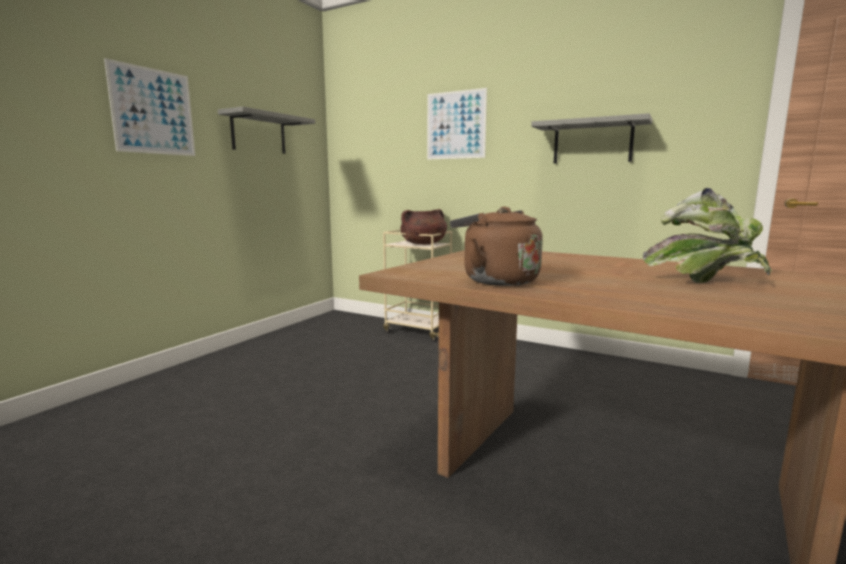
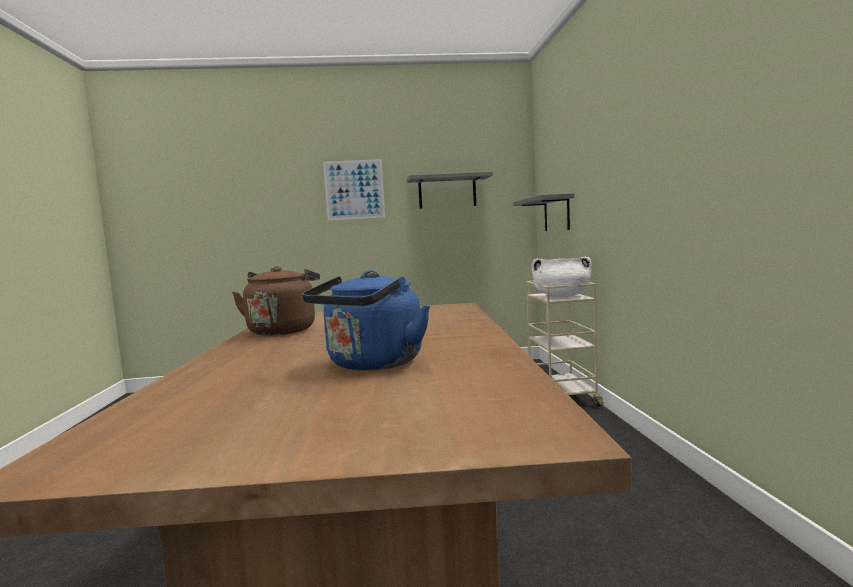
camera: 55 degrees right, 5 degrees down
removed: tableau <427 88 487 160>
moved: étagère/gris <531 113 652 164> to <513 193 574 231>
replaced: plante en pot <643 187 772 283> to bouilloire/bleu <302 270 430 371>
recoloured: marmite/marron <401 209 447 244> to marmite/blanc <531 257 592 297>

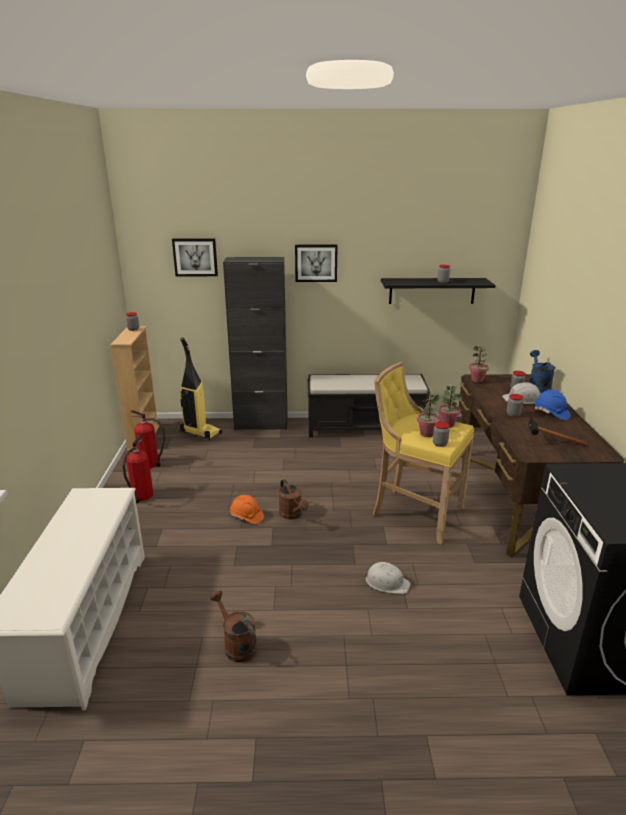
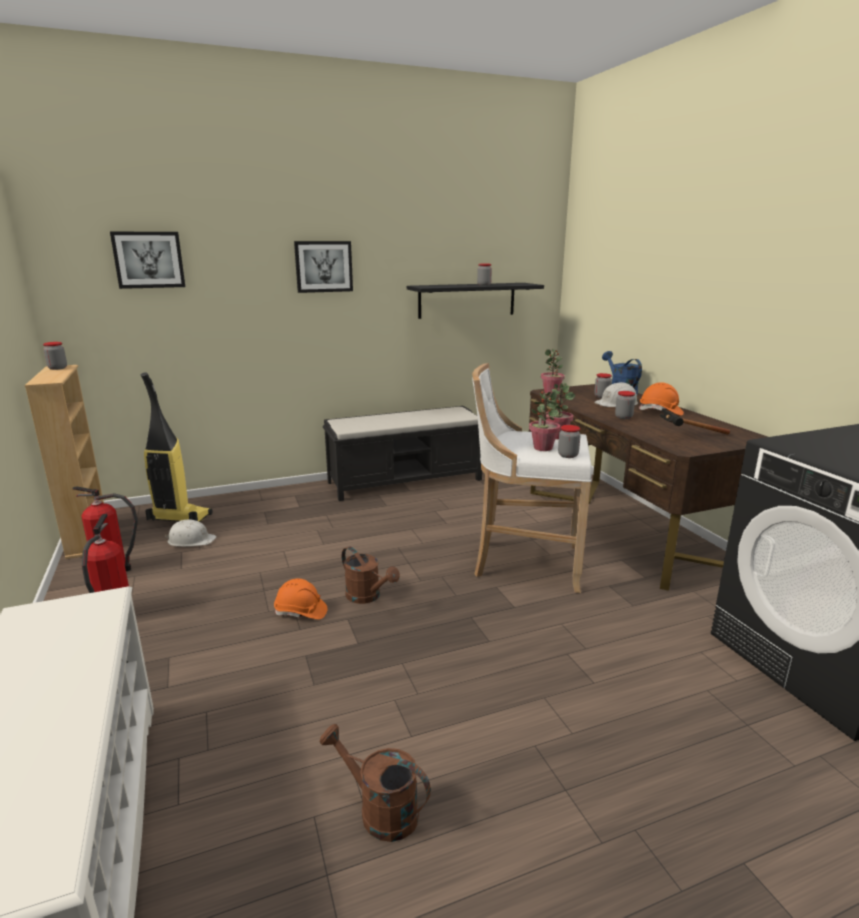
camera: 20 degrees left, 5 degrees down
removed: meuble de rangement/noir <223 257 288 430>
moved: casque de chantier/blanc <363 562 411 594> to <165 519 217 547>
recoloured: tabouret/jaune <373 362 474 545> to tabouret/blanc <472 363 592 593>; casque de chantier/bleu <535 390 571 420> to casque de chantier/orange <639 382 684 416>

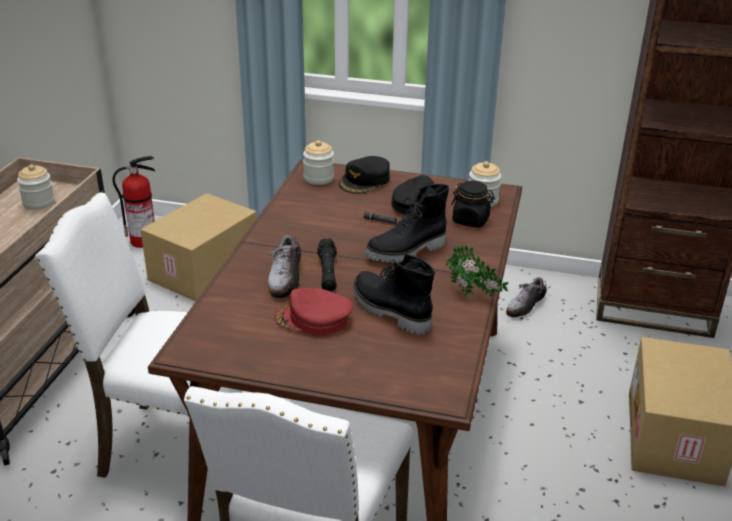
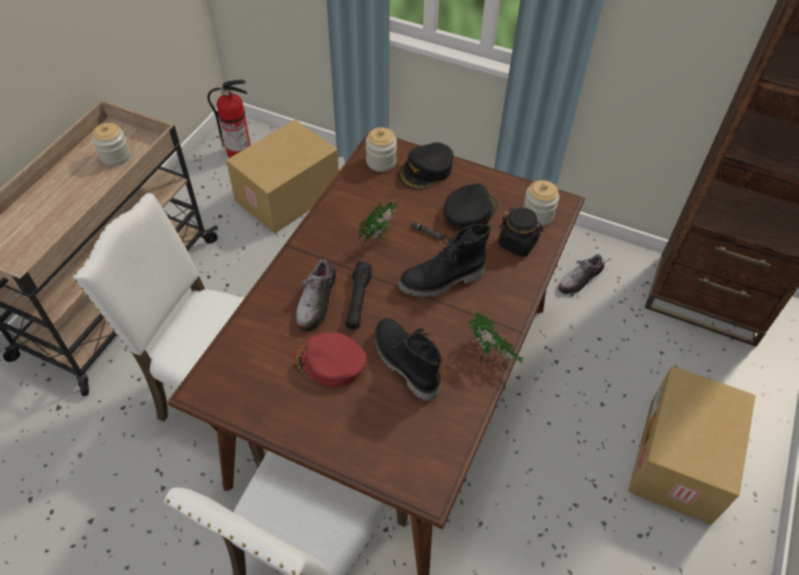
camera: 10 degrees right, 20 degrees up
added: plante en pot <358 201 398 244>

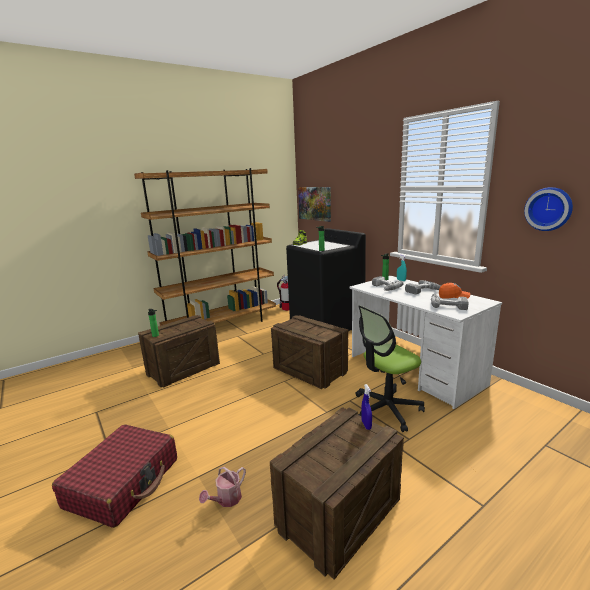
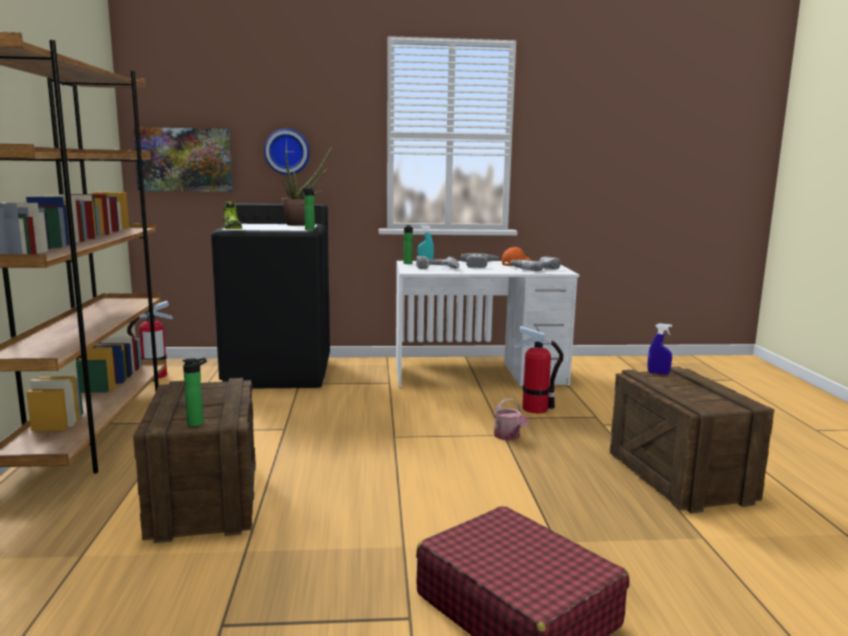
camera: 60 degrees left, 5 degrees down
removed: caisse <271 315 348 389>
added: plante en pot <282 146 333 226>
moved: horloge murale <524 187 573 231> to <264 129 310 175>; arrosoir <199 467 246 507> to <494 398 529 441>
replaced: chaise de bureau <355 305 425 432> to extincteur <515 323 563 414>

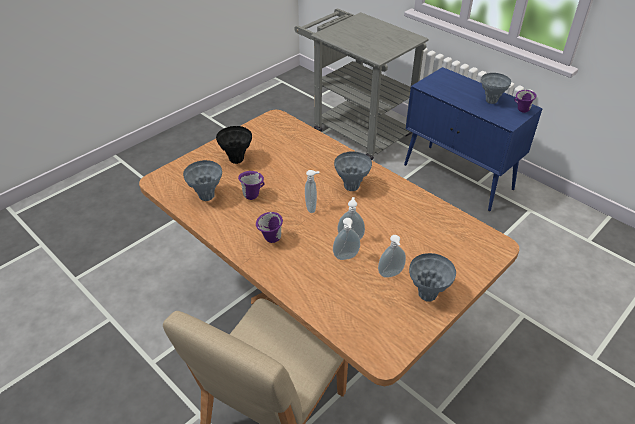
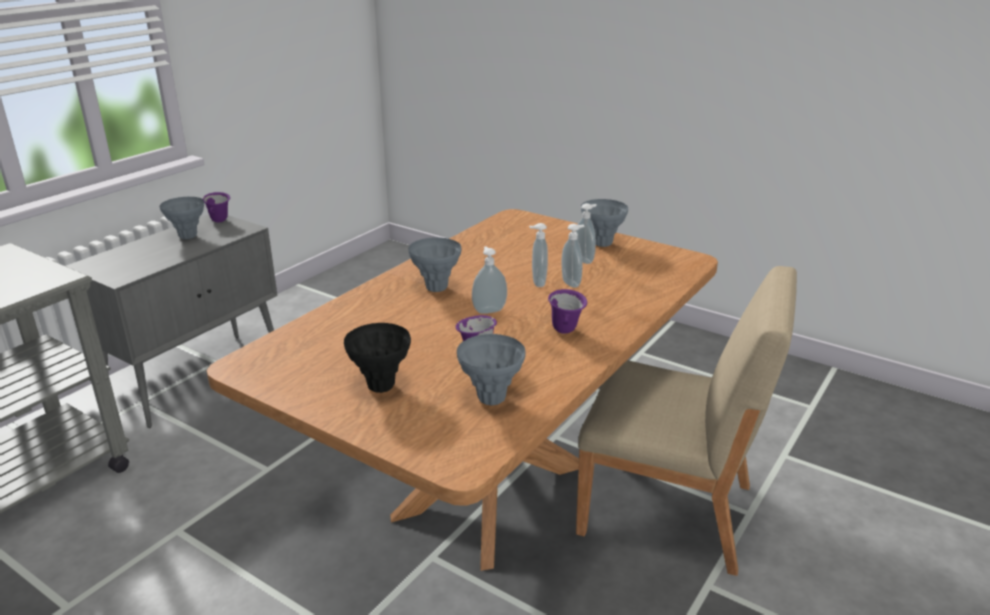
camera: 100 degrees left, 15 degrees down
recoloured: meuble de rangement/bleu <404 67 543 211> to meuble de rangement/gris <66 214 278 428>

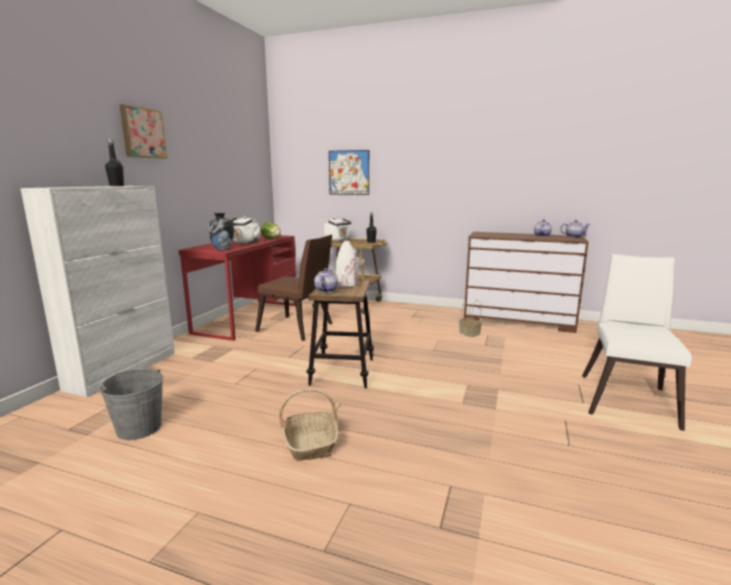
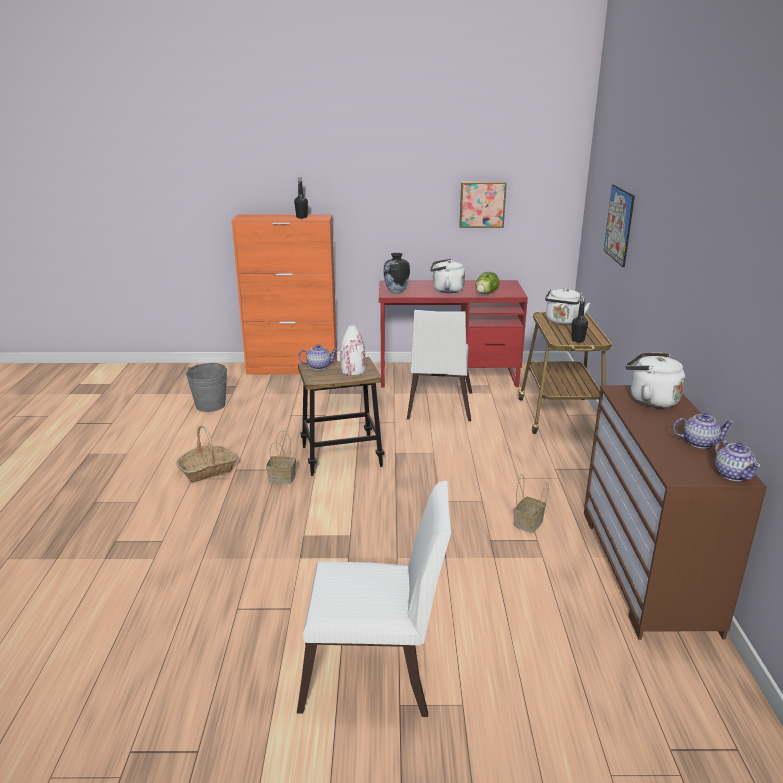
camera: 70 degrees right, 10 degrees up
added: panier <266 430 296 484>; bouilloire/blanc <626 352 685 408>
moved: tableau <120 104 168 159> to <459 182 507 228>
recoloured: meuble de rangement/blanc <20 186 175 397> to meuble de rangement/orange <232 215 337 374>; chaise/marron <255 235 333 341> to chaise/blanc <407 310 472 421>

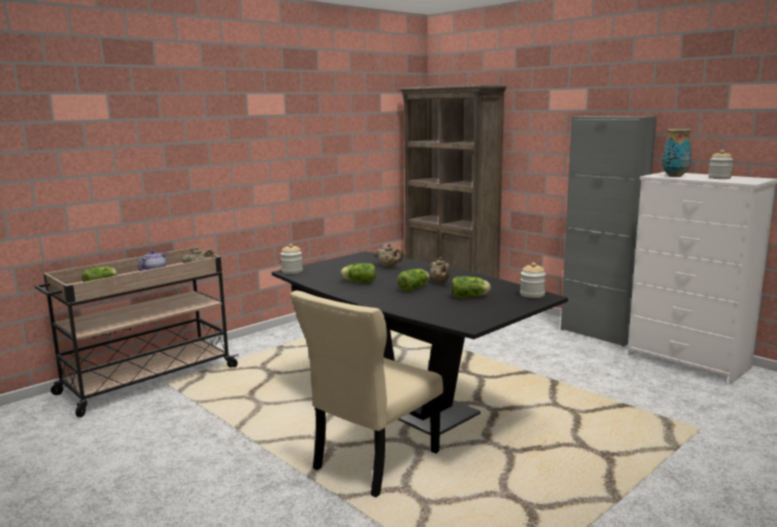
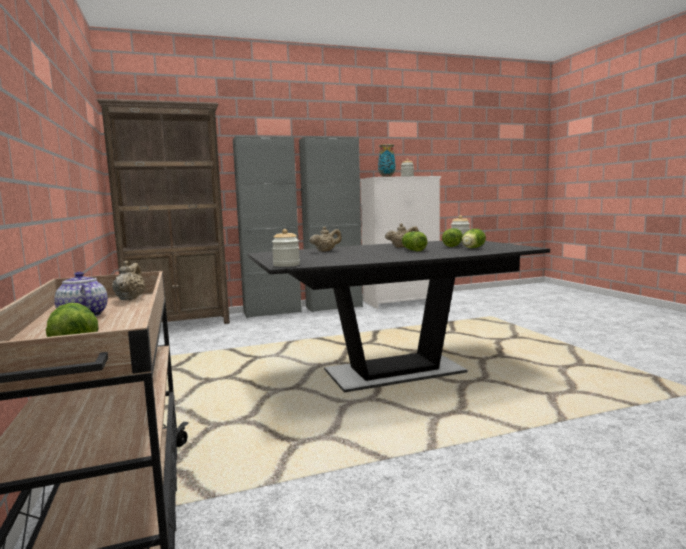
camera: 65 degrees left, 5 degrees down
removed: chaise/beige <290 291 443 497>
added: meuble de rangement/gris <233 136 302 318>
moved: laitue <341 263 376 283> to <462 229 486 248>

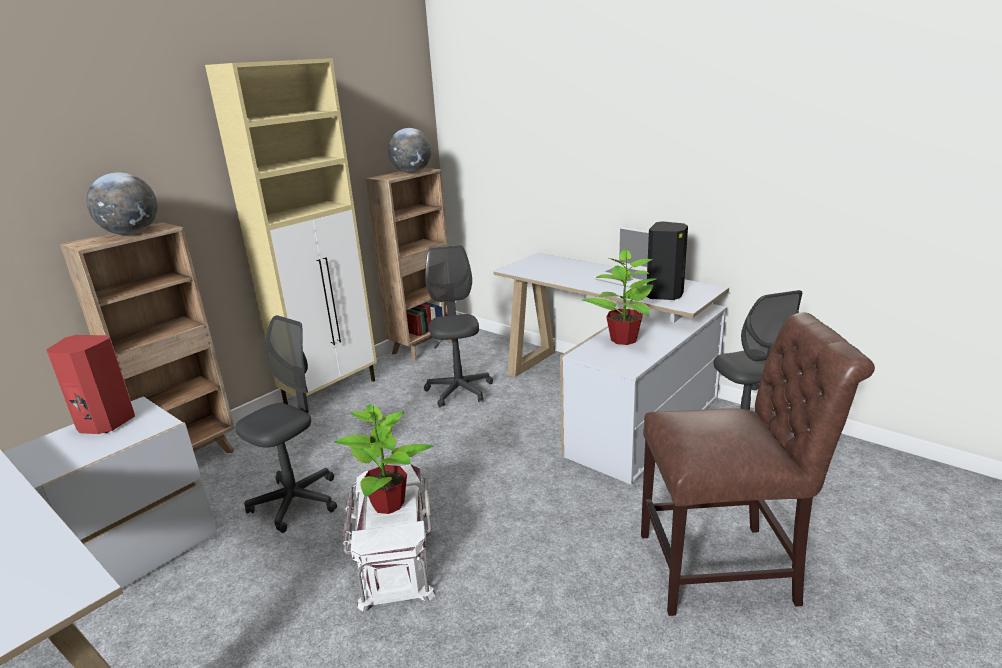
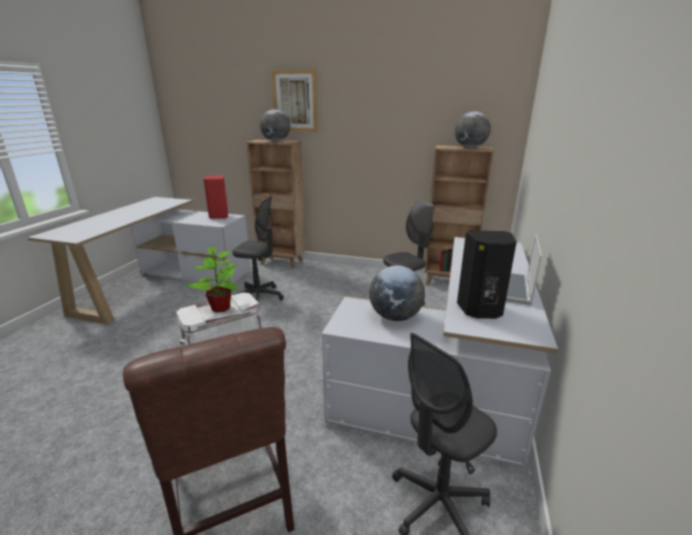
camera: 65 degrees right, 0 degrees up
removed: meuble de rangement/beige <205 58 377 405>
added: tableau <272 70 318 132>
replaced: plante en pot <583 249 656 345> to globe <369 266 425 321>

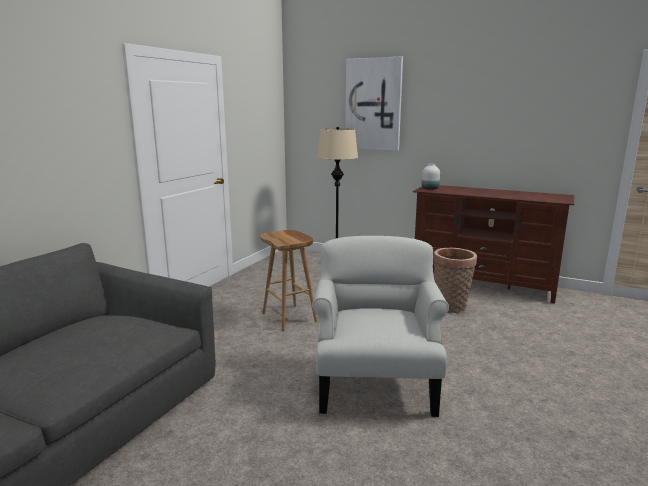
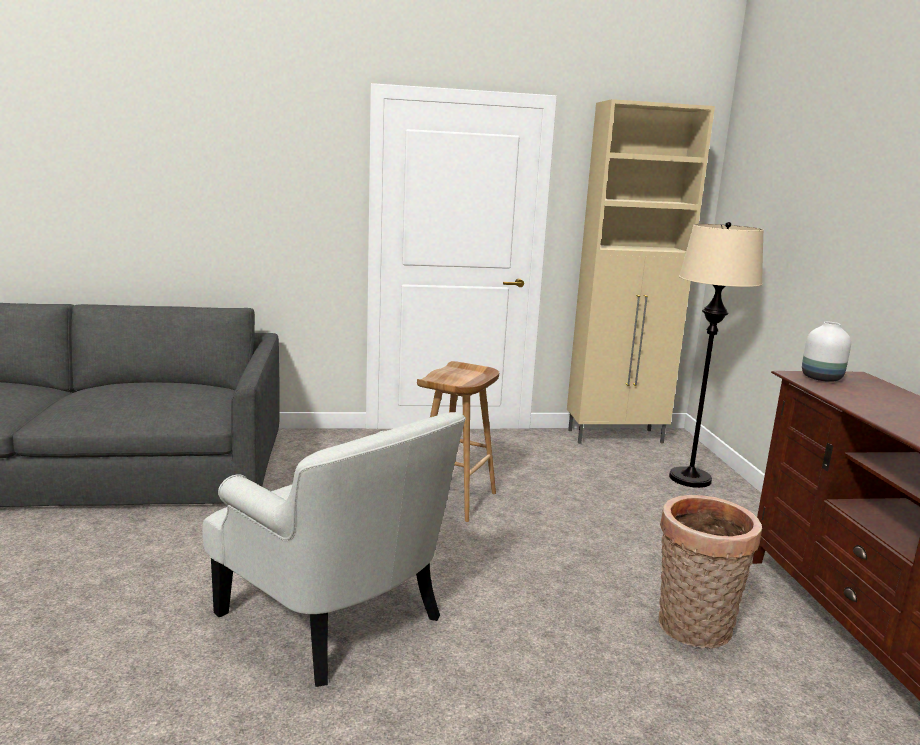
camera: 55 degrees right, 0 degrees up
removed: tableau <345 57 403 151>
added: meuble de rangement/beige <567 99 715 444>
turned: fauteuil/blanc <312 236 449 417> = <202 412 466 687> 75 degrees clockwise

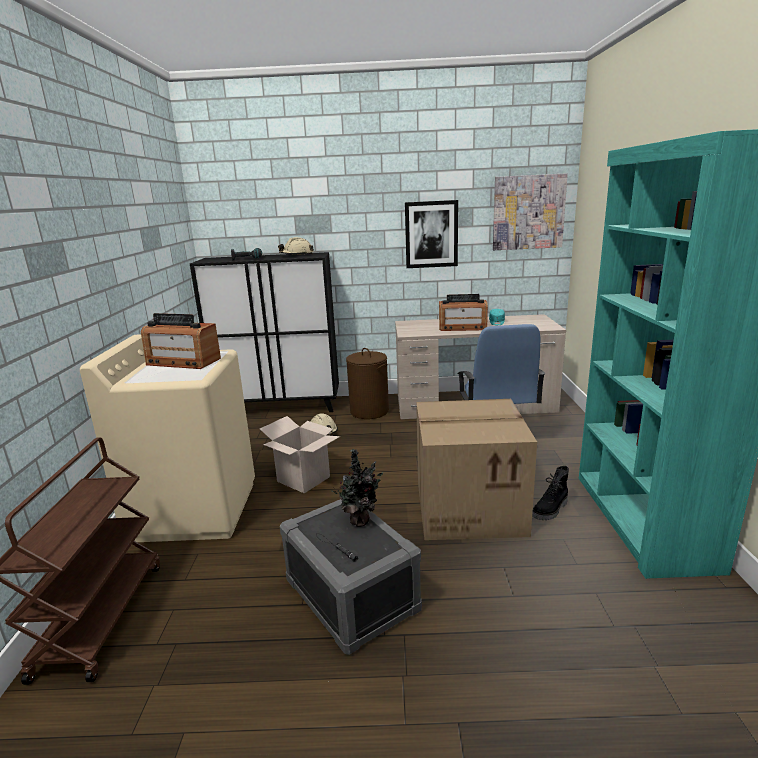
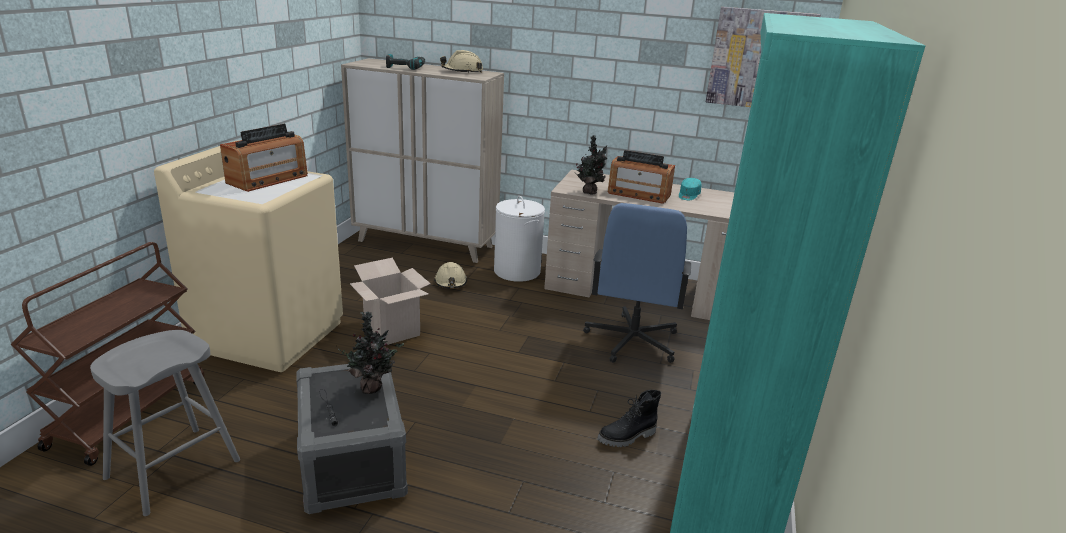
camera: 15 degrees right, 5 degrees up
removed: tableau <405 200 458 268>; carton <416 399 537 540>
added: tabouret/gris <90 330 240 516>; plante en pot <576 136 608 195>
recoloured: meuble de rangement/noir <190 252 339 412> to meuble de rangement/beige <341 58 504 263>; panier à linge/marron <346 348 389 419> to panier à linge/blanc <494 196 545 282>
turned: radio <141 313 221 369> = <220 124 308 192> 90 degrees counterclockwise

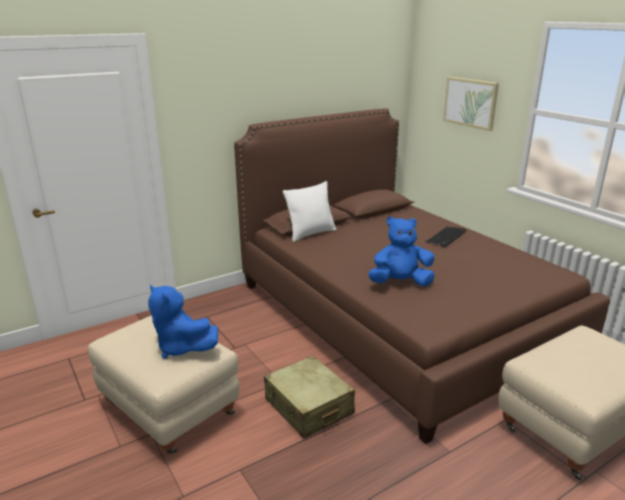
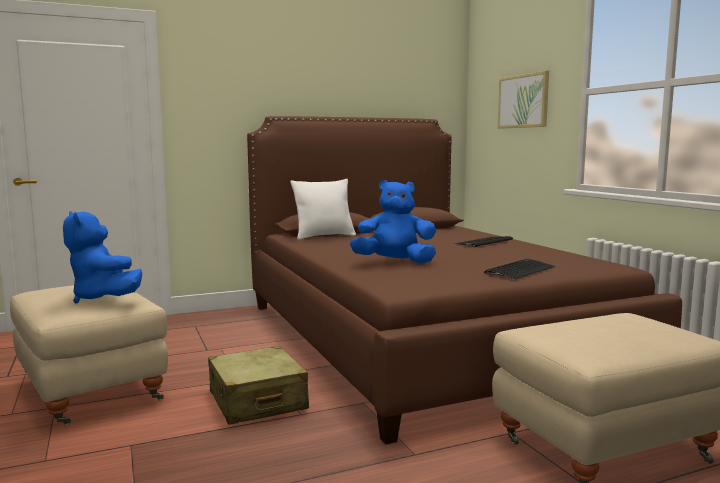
camera: 10 degrees right, 15 degrees down
added: clavier <484 258 555 279>

